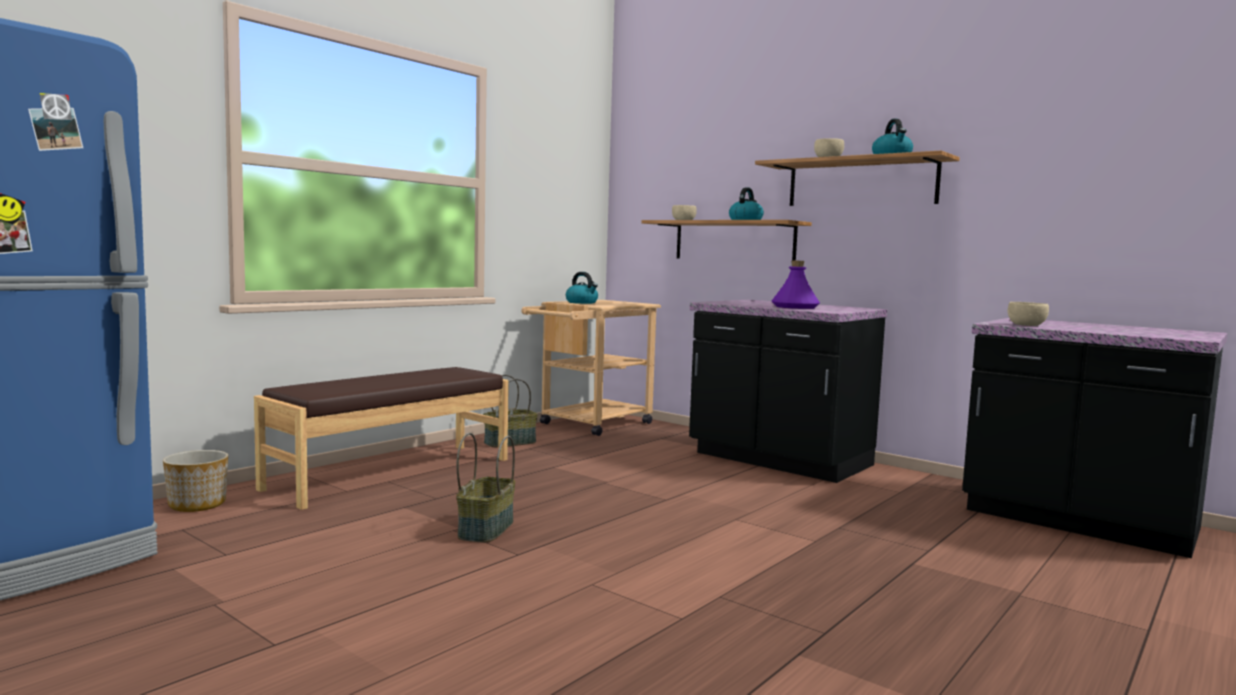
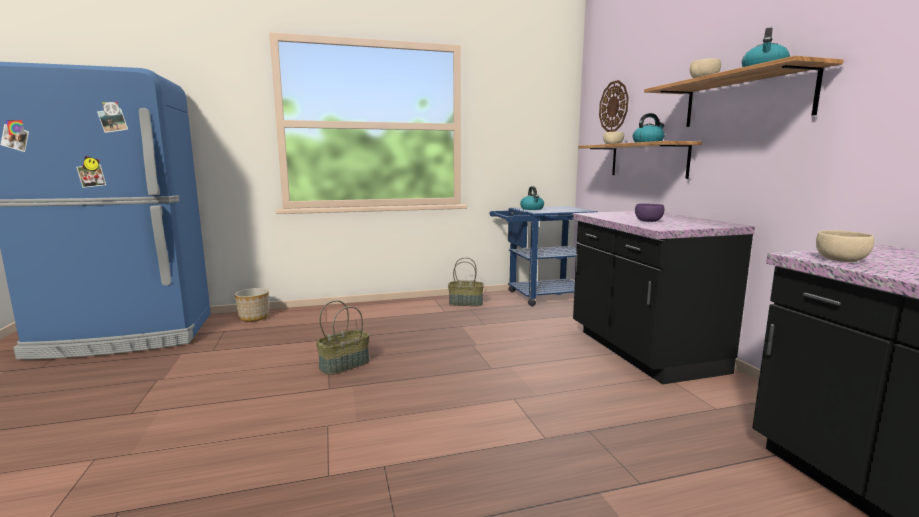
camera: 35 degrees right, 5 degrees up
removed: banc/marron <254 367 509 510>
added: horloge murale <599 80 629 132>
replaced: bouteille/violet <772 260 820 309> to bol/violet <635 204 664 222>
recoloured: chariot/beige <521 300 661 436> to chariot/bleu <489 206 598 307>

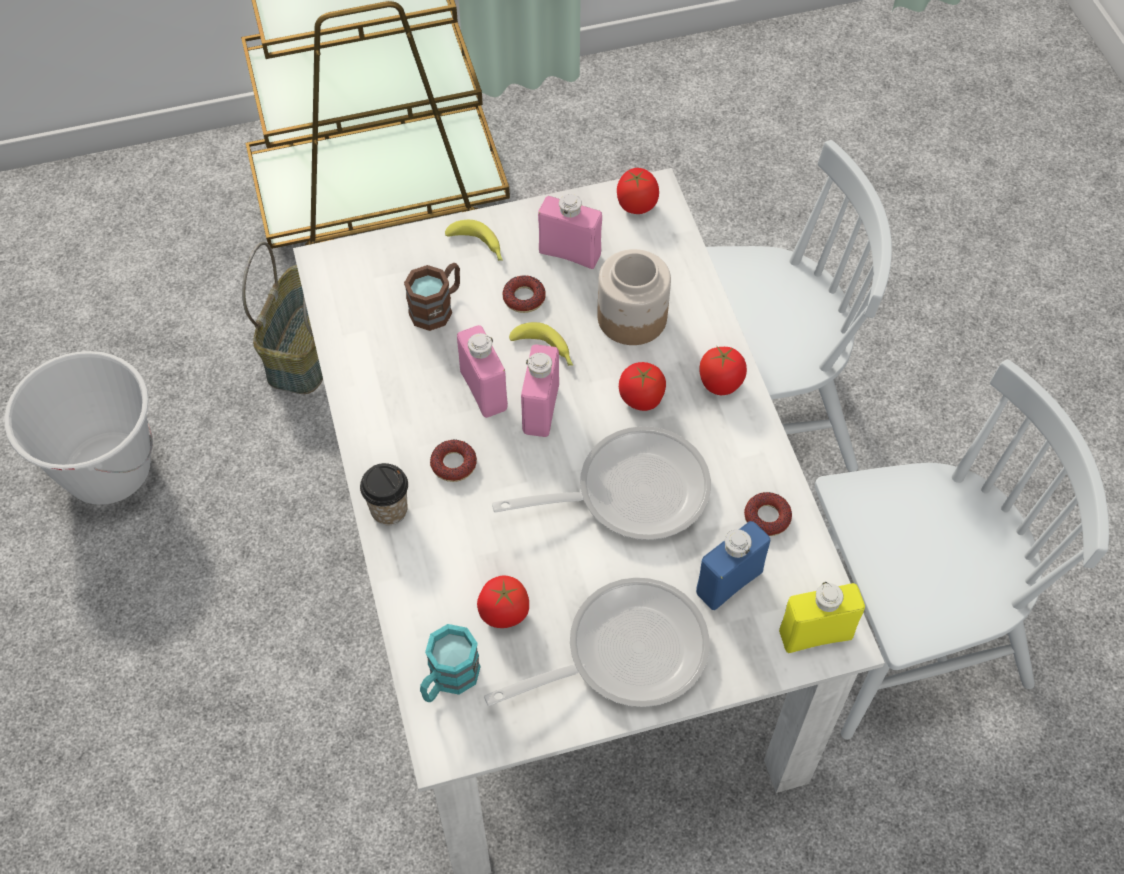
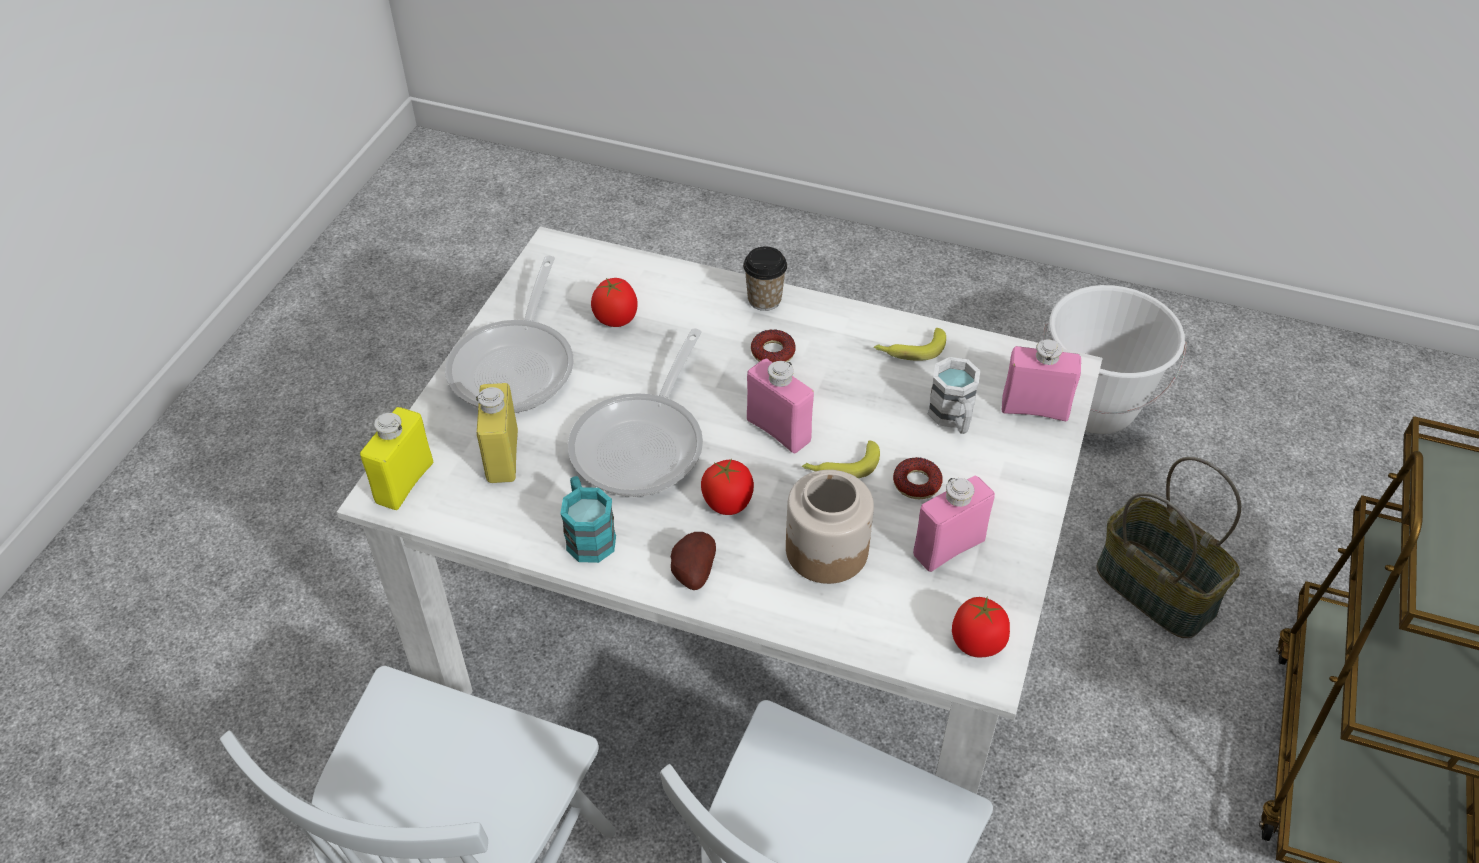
camera: 125 degrees right, 10 degrees down
removed: beignet <744 492 792 536>
moved: mug/turquoise <420 624 481 702> to <560 476 616 563>; banane <445 220 503 261> to <874 328 946 361>; bouteille/rose <457 325 508 418> to <1002 339 1081 421>
replaced: tomate <699 347 747 395> to pomme de terre <671 532 716 590>
recoloured: bouteille/bleu <696 521 770 610> to bouteille/jaune <476 383 518 483>; mug/marron <404 263 460 331> to mug/blanc <928 357 980 434>

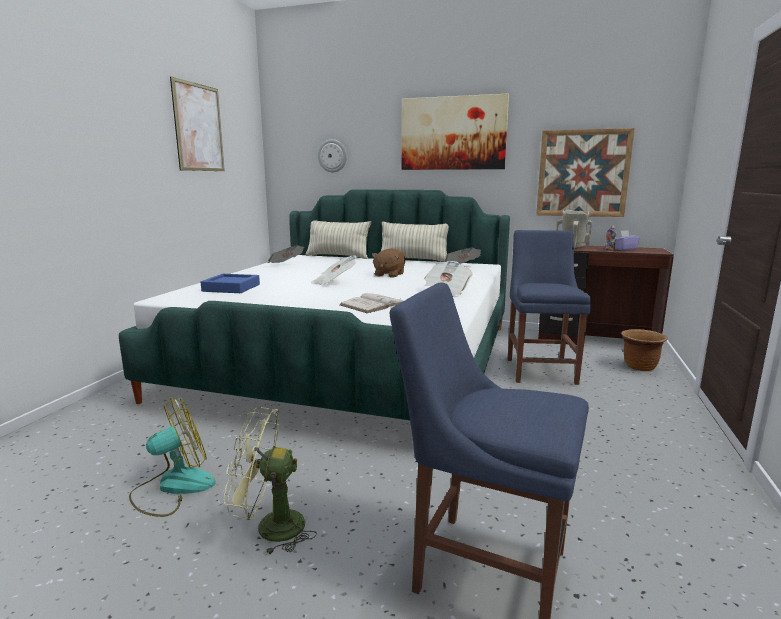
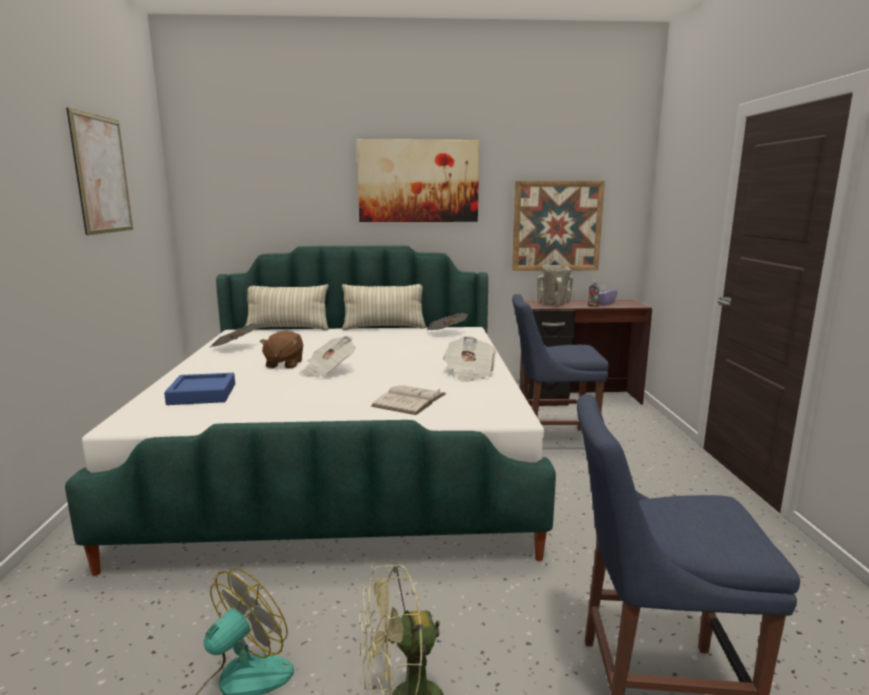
camera: 20 degrees left, 0 degrees up
removed: horloge murale <318 139 347 172>; cache-pot/marron <621 329 668 371>
moved: peluche/marron <372 248 405 278> to <260 330 303 369>
turned: chaise/bleu <507 230 591 385> = <512 294 609 431> 75 degrees counterclockwise

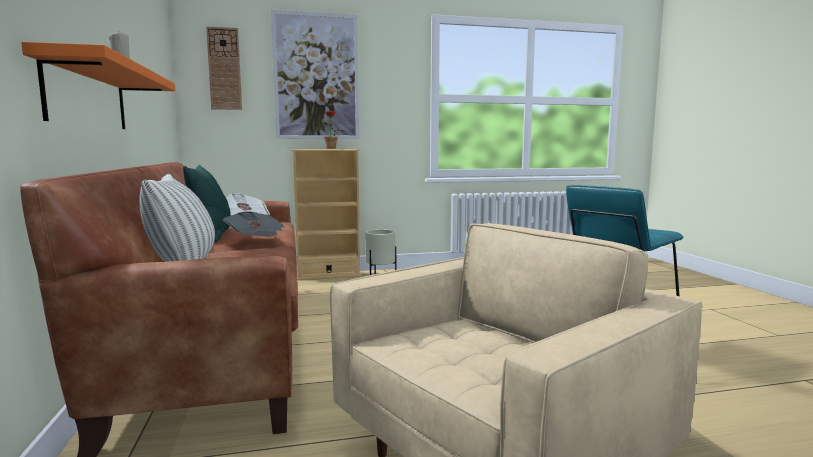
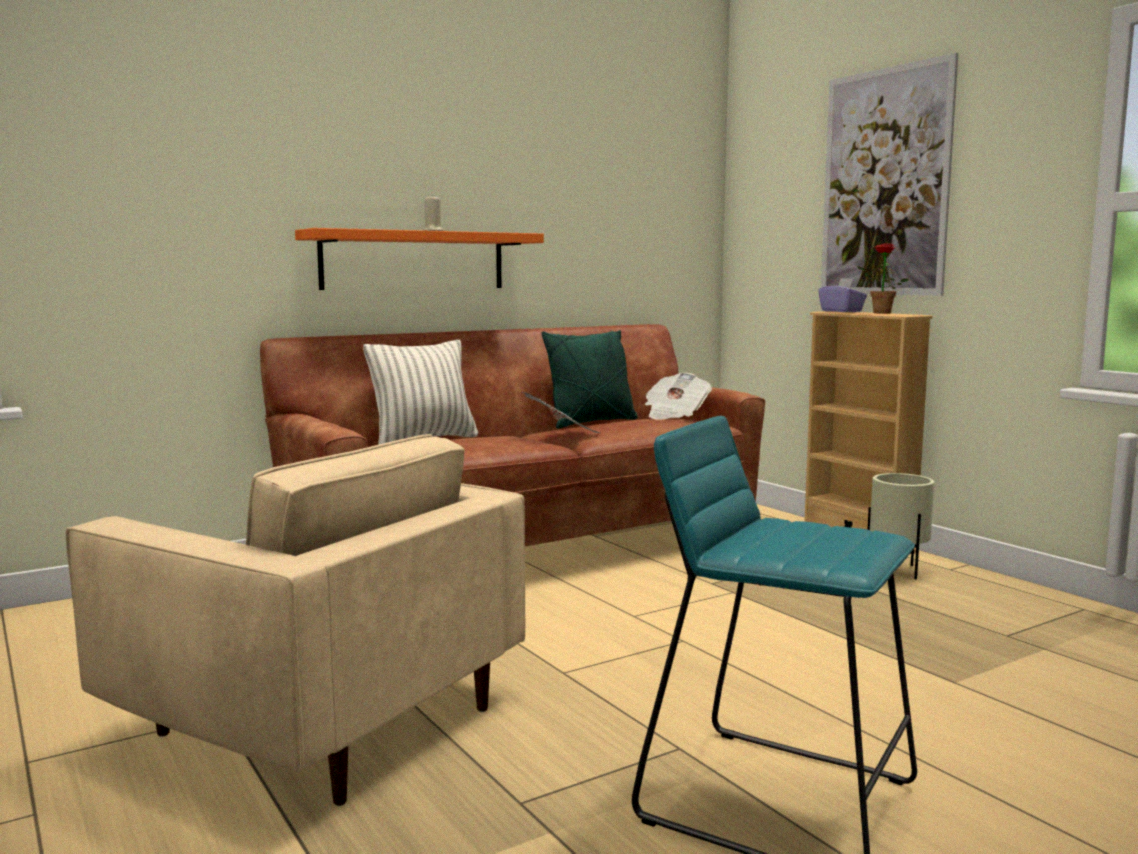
camera: 70 degrees right, 0 degrees up
removed: horloge murale <206 26 242 110>
added: boîte à mouchoirs/violet <818 278 867 312>

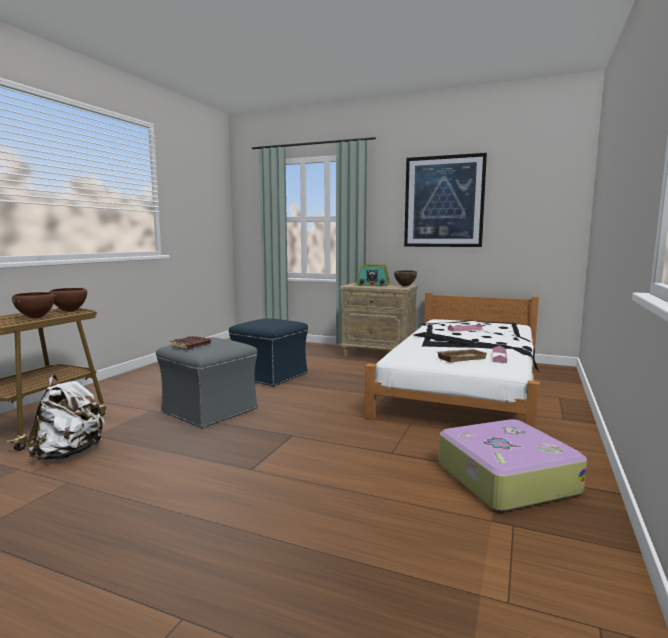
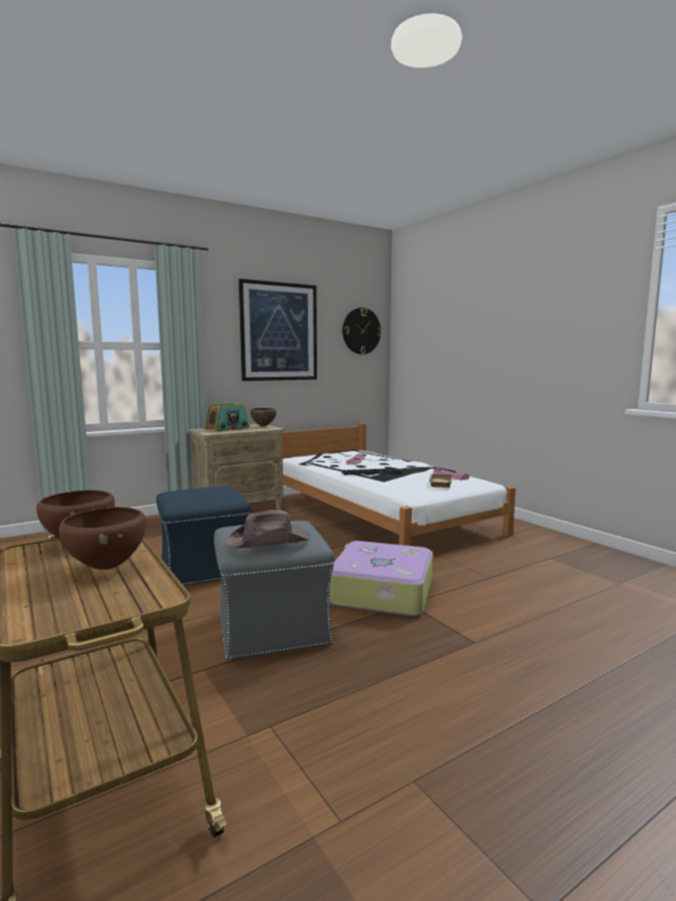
camera: 55 degrees left, 0 degrees up
removed: sac à dos/blanc <27 375 105 460>
added: horloge murale <343 308 382 354>
moved: valise <439 419 587 511> to <329 541 433 616>
replaced: livre/marron <170 336 211 349> to chapeau/marron <224 510 311 548>

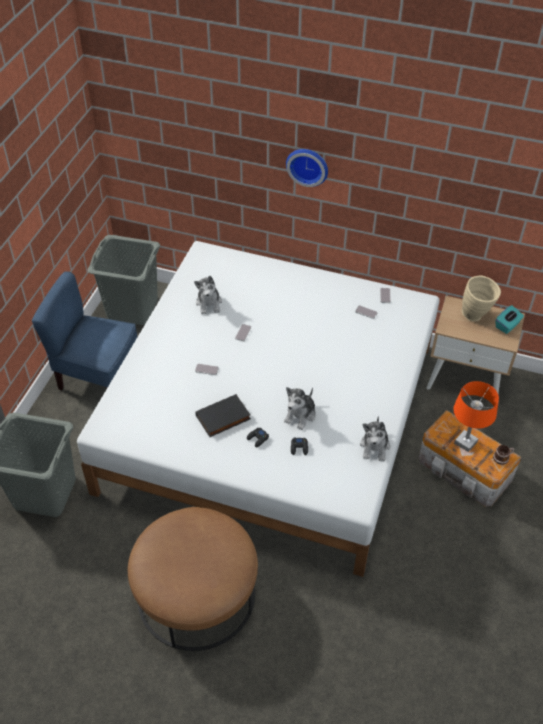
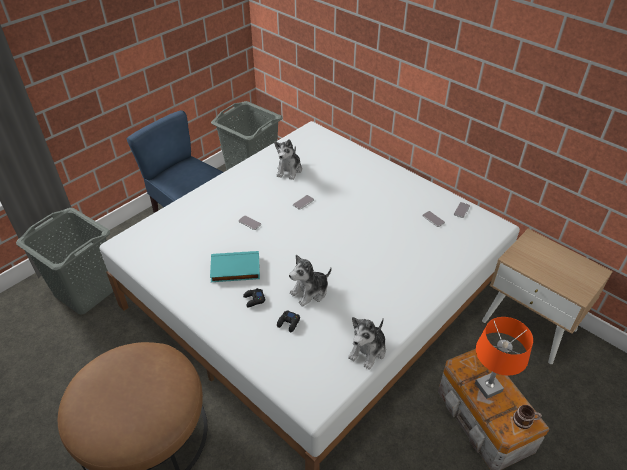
camera: 25 degrees right, 5 degrees down
removed: horloge murale <286 149 328 187>; vase/beige <462 276 501 322>; boîte à mouchoirs/turquoise <496 305 524 334>
recoloured: livre/noir <195 394 251 437> to livre/turquoise <210 251 260 282>

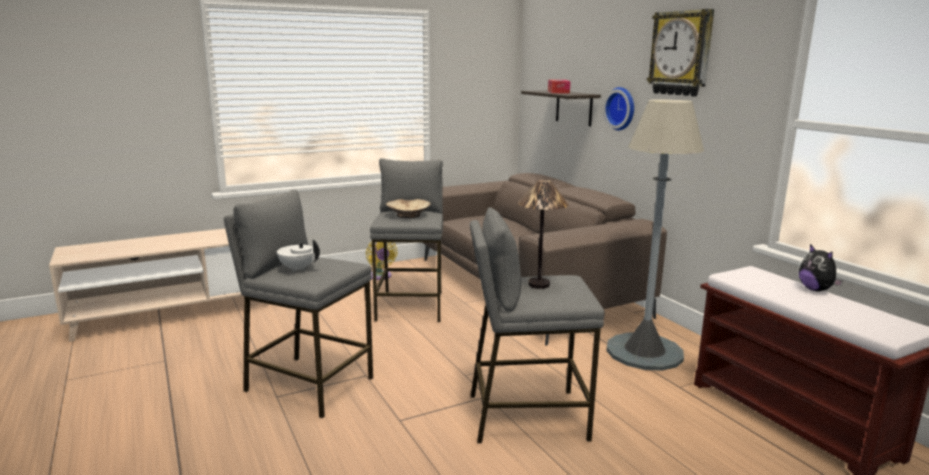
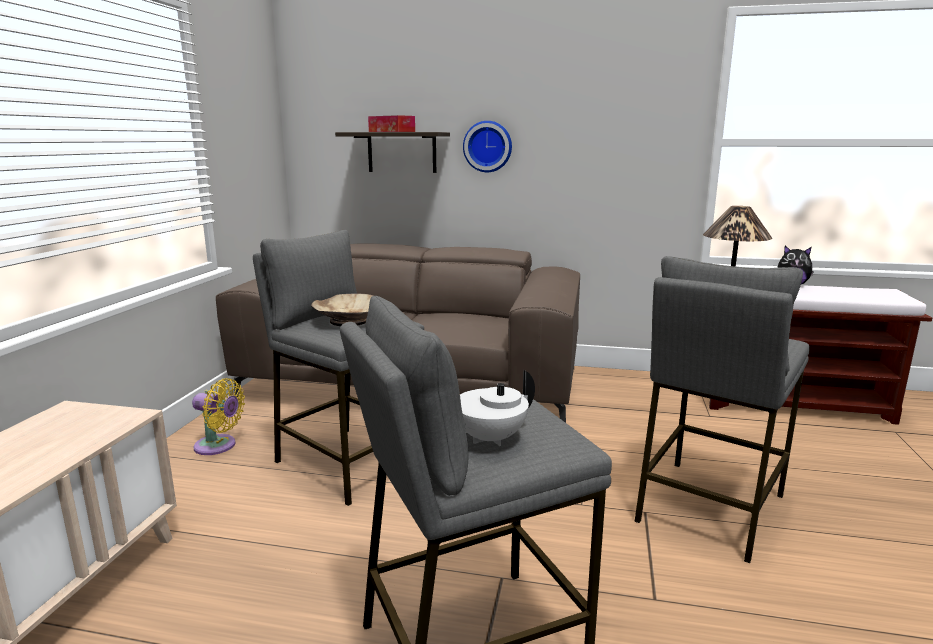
camera: 50 degrees left, 0 degrees up
removed: lampadaire/gris <606 99 704 371>; horloge murale <647 9 714 96>

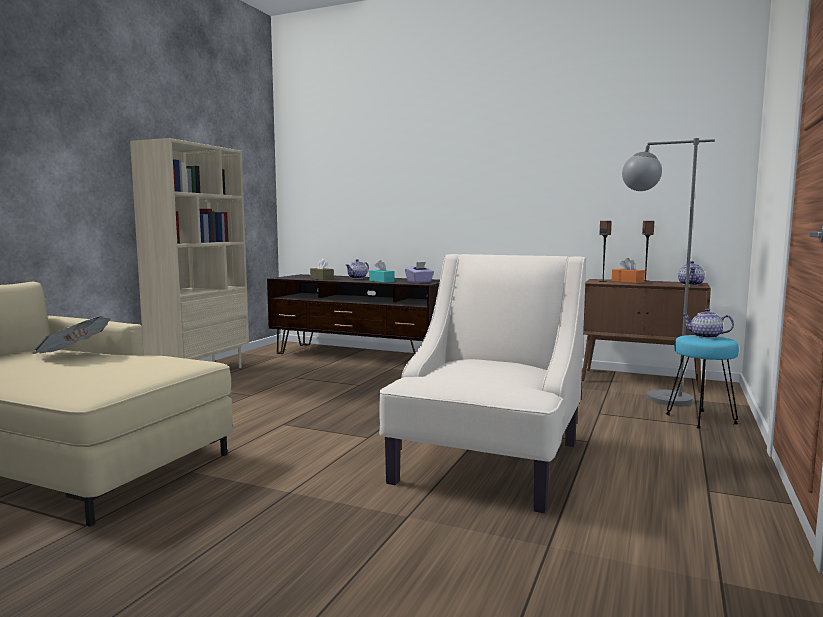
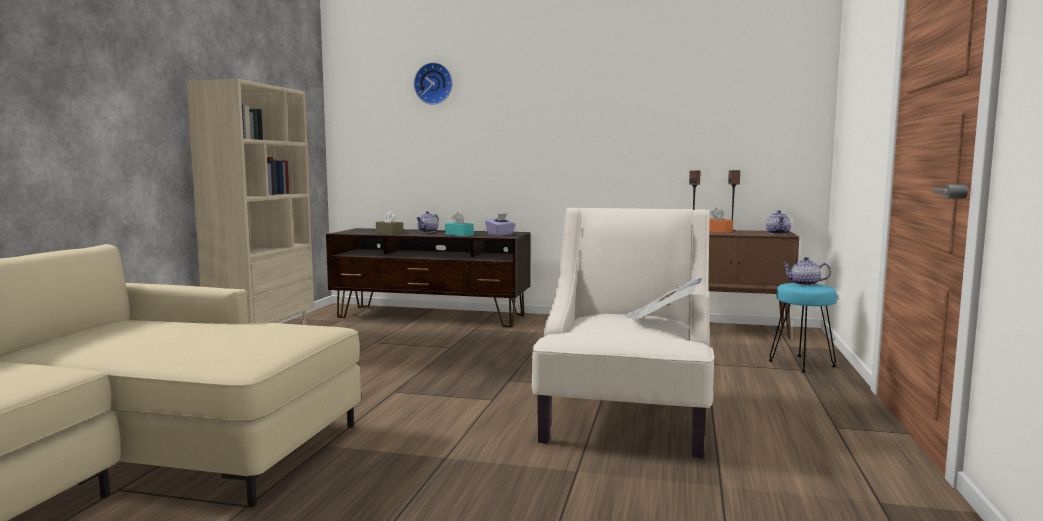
camera: 10 degrees left, 0 degrees up
removed: lampadaire/gris <622 138 715 406>
added: horloge murale <414 62 453 105>
moved: journal <31 316 111 354> to <625 278 705 320>

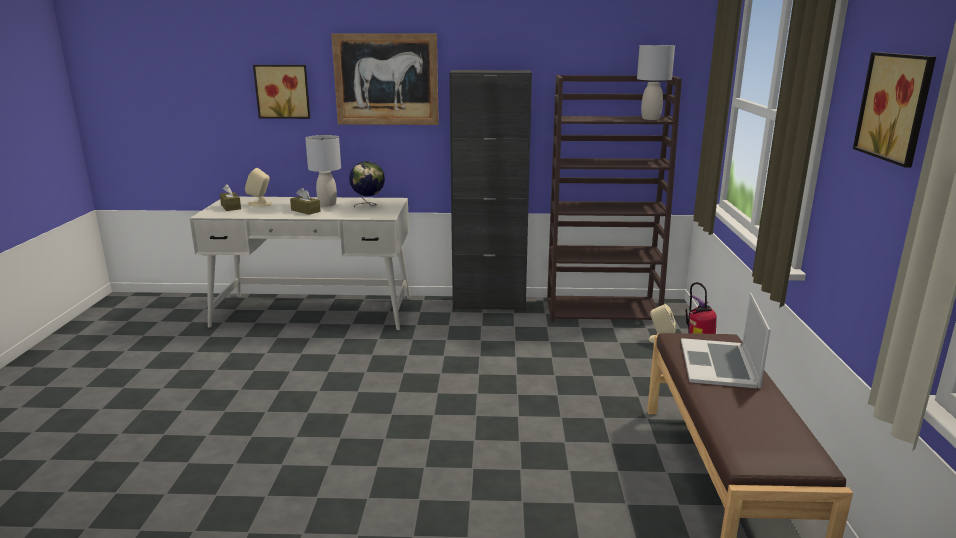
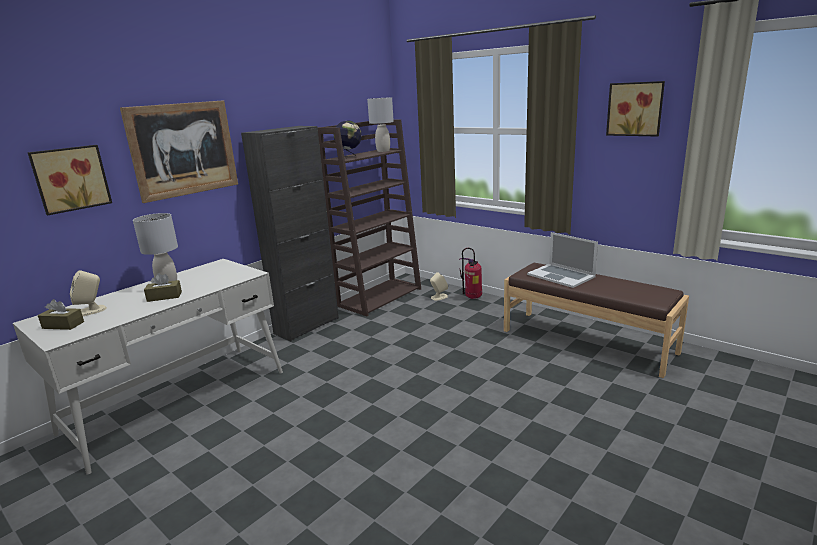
camera: 50 degrees left, 0 degrees up
moved: globe <349 161 385 207> to <334 120 362 157>

